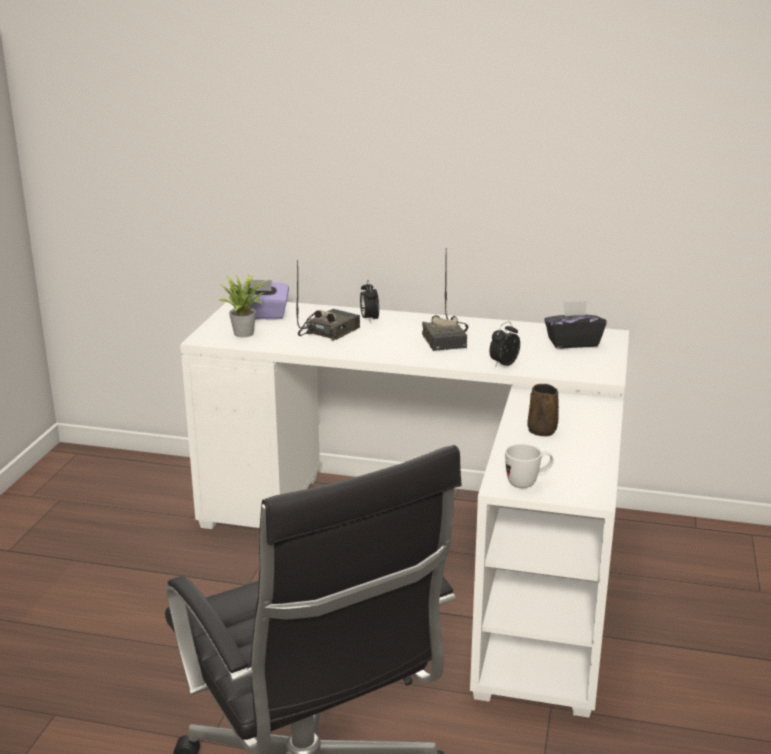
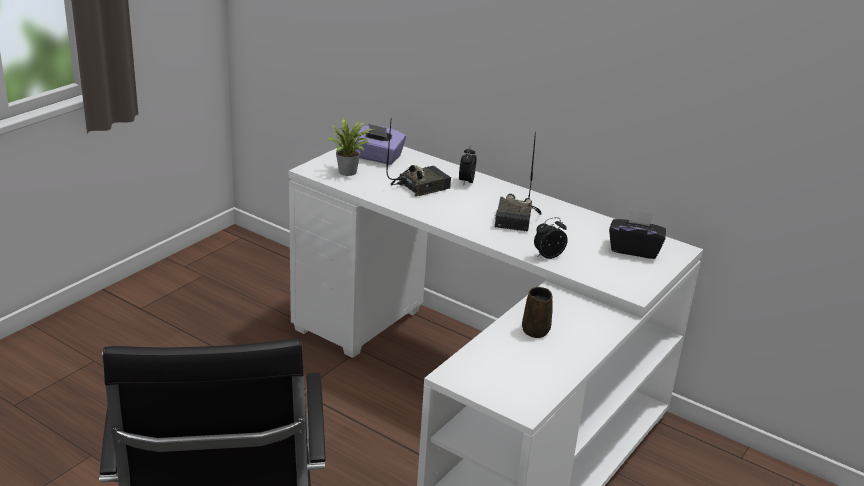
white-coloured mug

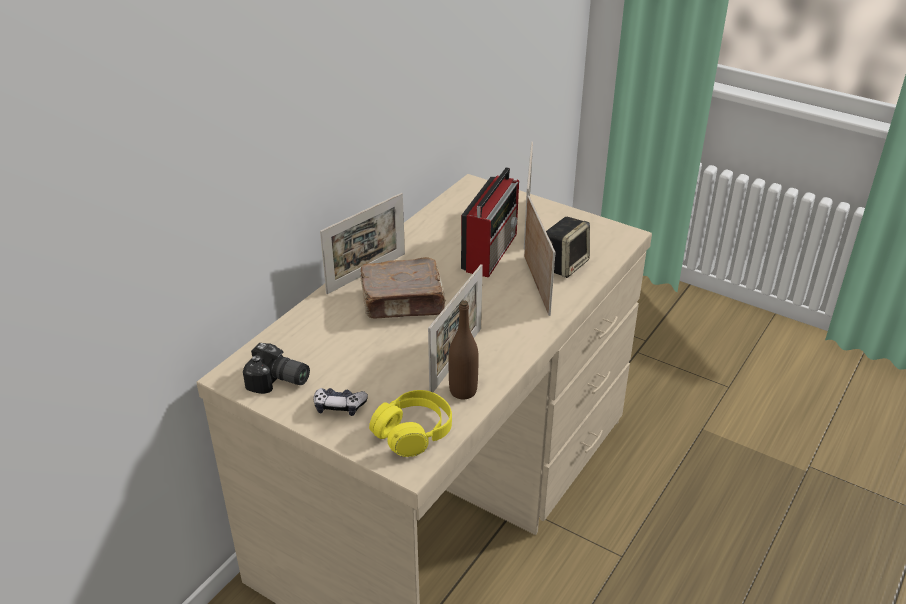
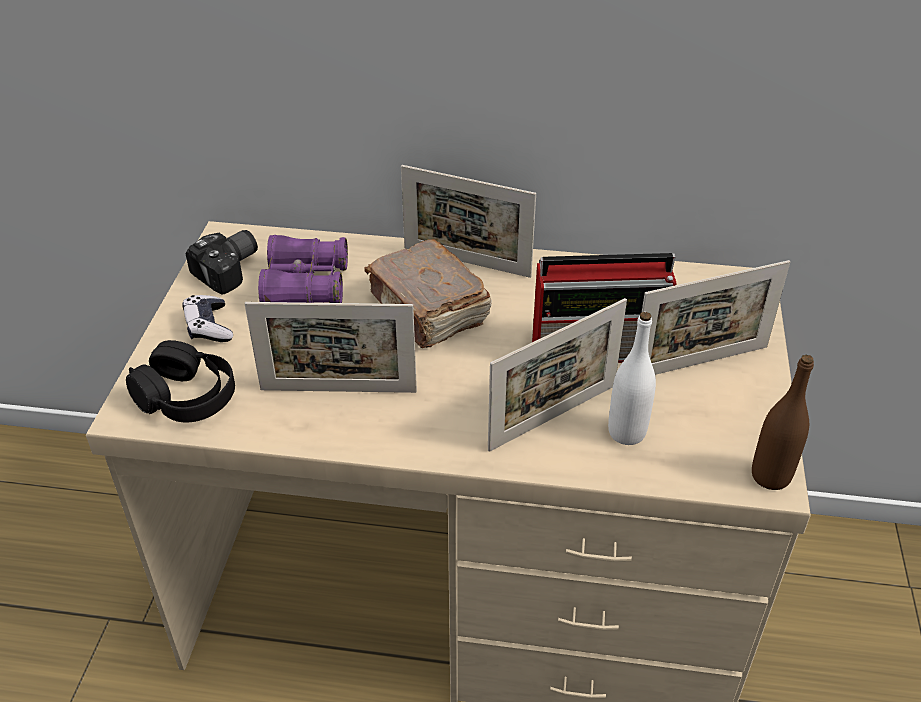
purple binoculars; brownish bottle; white-coloured bottle; blackish headset; photo camera

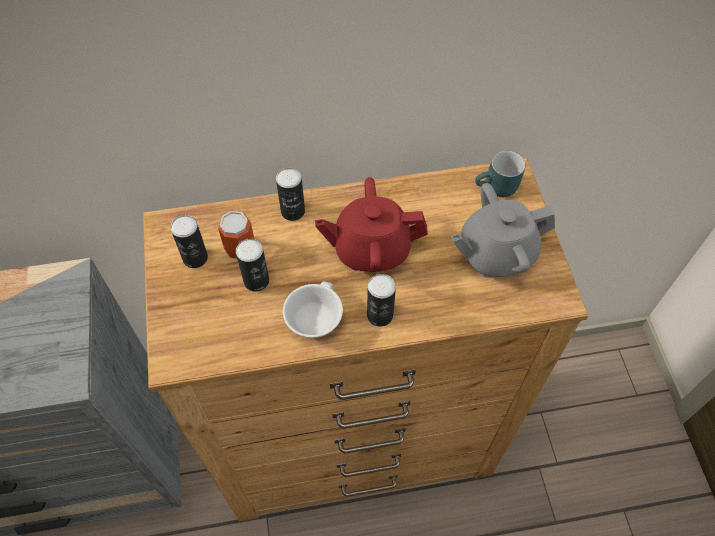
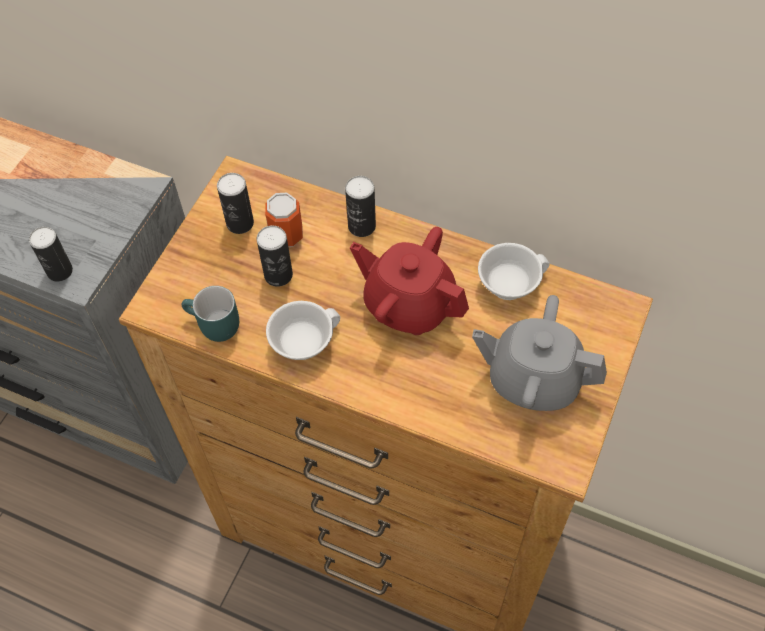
white-coloured cup (no. 2 from left); can (no. 1 from left); turquoise-coloured mug

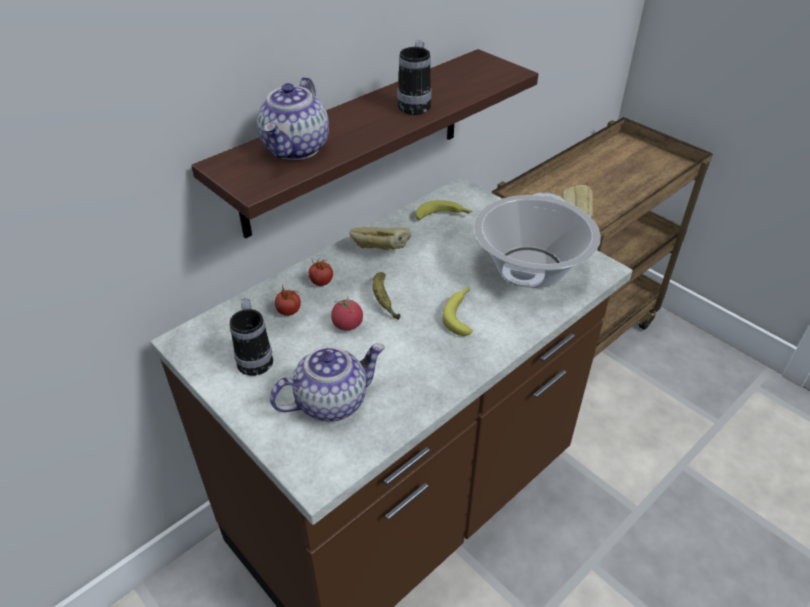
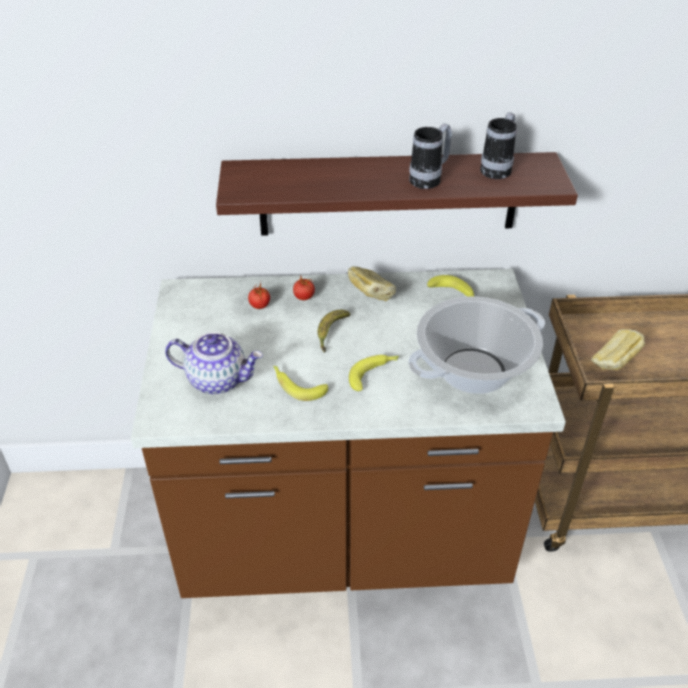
tea pot (no. 1 from left in the first image); fresh tomato (no. 3 from left in the first image); banana fruit (no. 1 from left); mug (no. 2 from left)

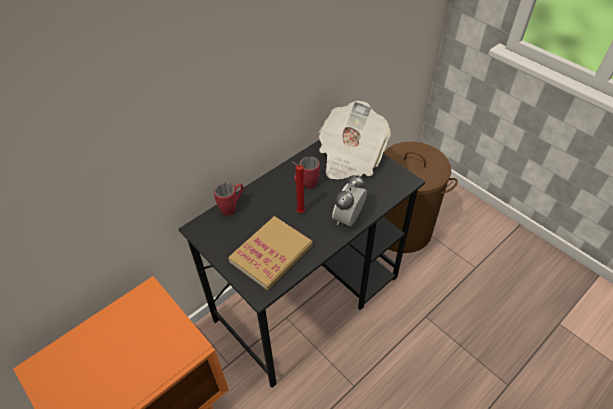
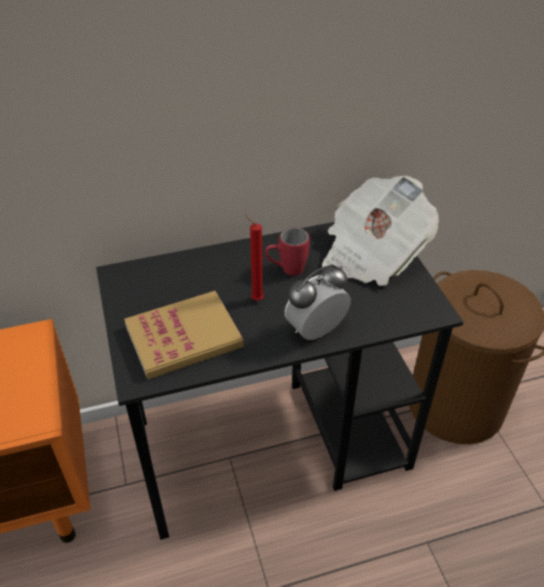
red mug (no. 1 from left in the first image)

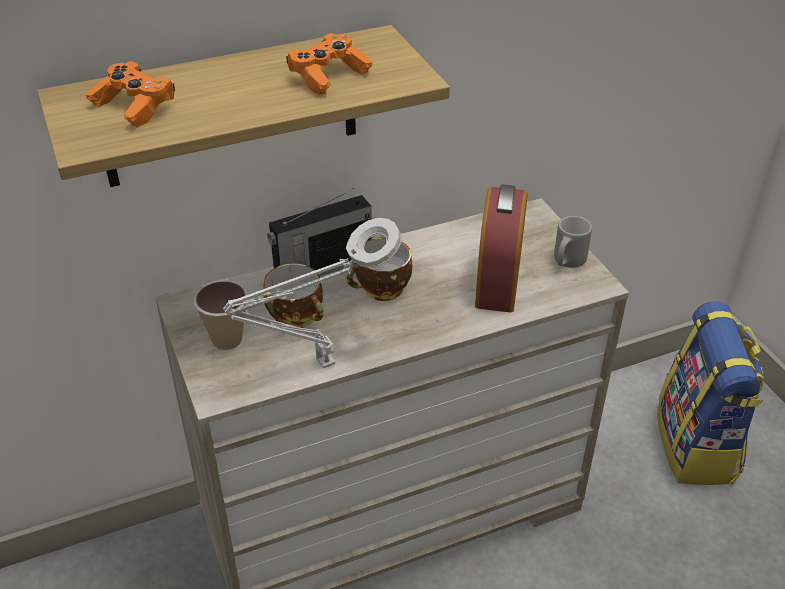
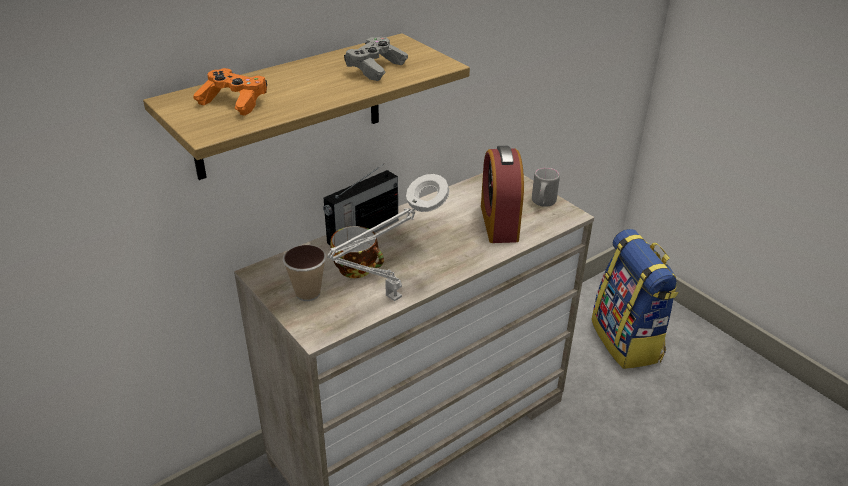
cup (no. 3 from left in the first image); greyish game controller

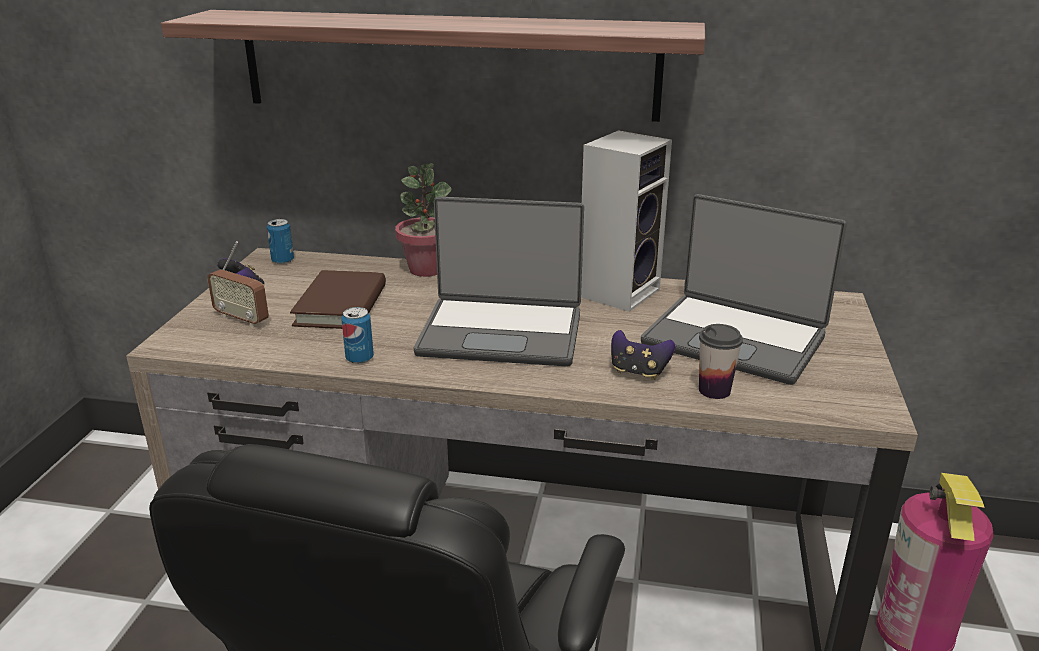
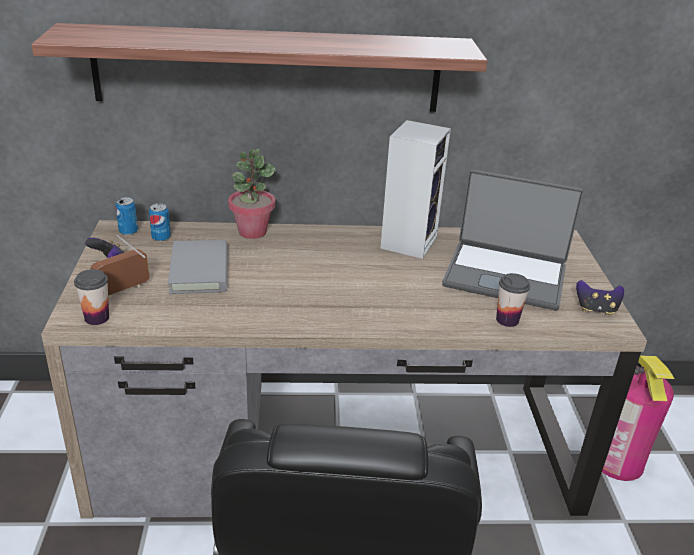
portable computer (no. 1 from left in the first image); cup (no. 1 from left); can (no. 2 from left); game controller (no. 2 from left); greyish book; radio receiver

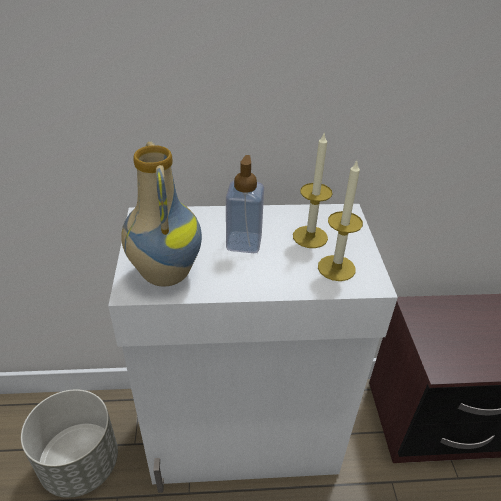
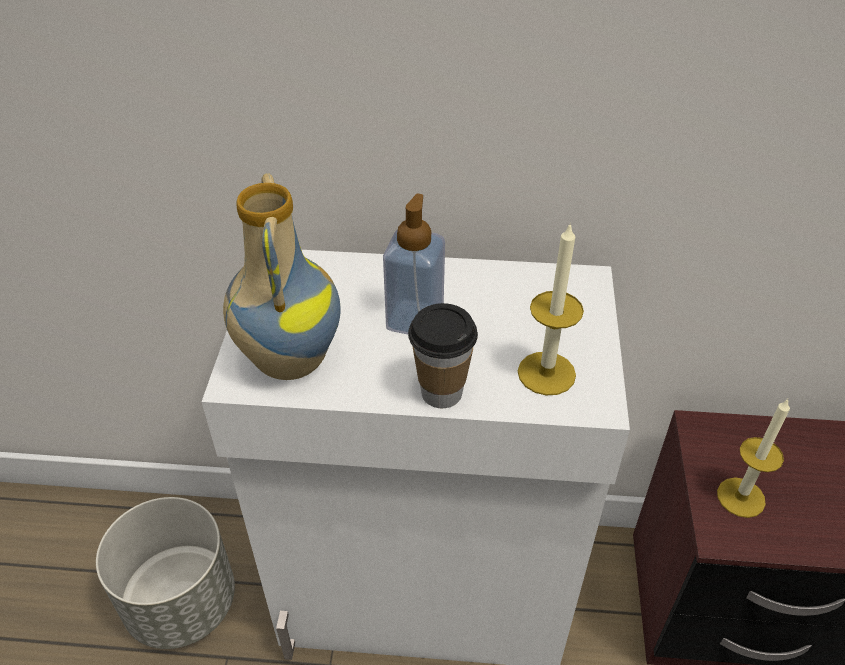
cup; candle (no. 2 from left)

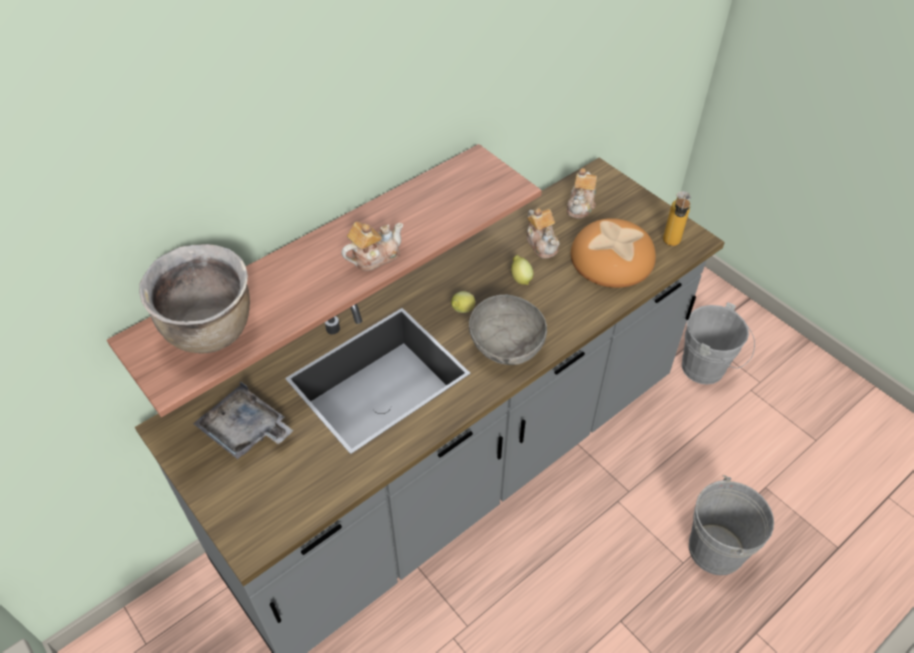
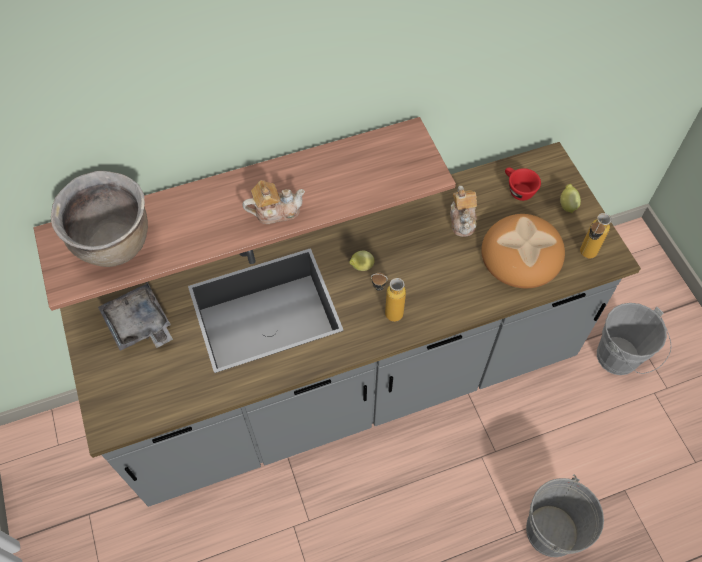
citrus fruit (no. 2 from left); bottle (no. 1 from left); red cup

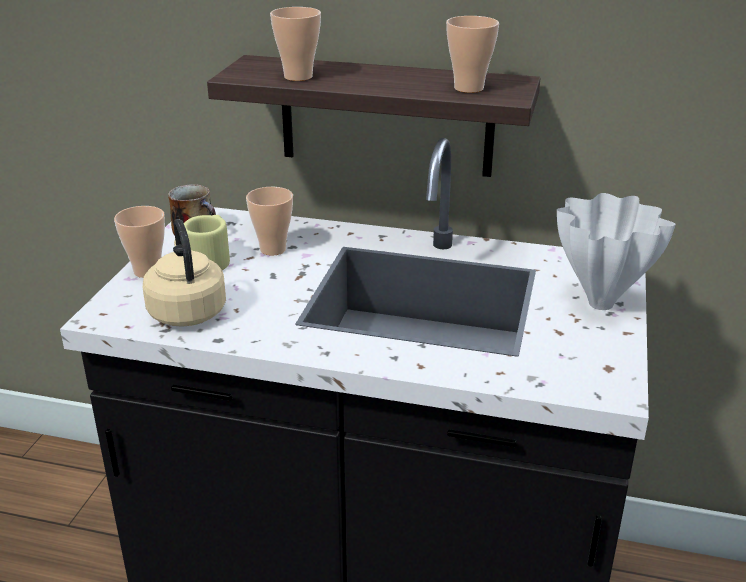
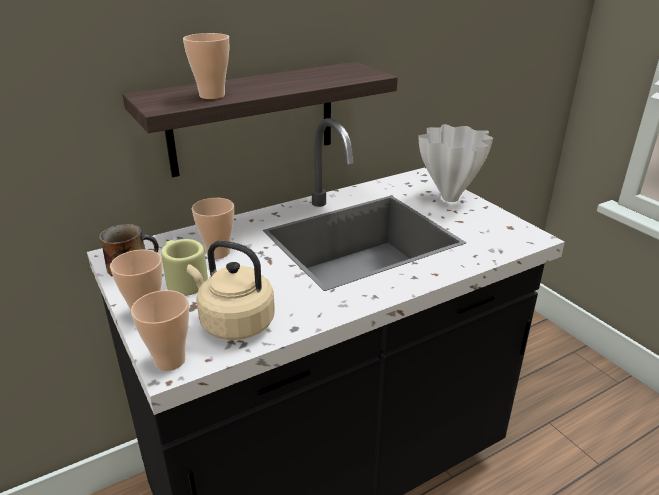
cup (no. 2 from left)

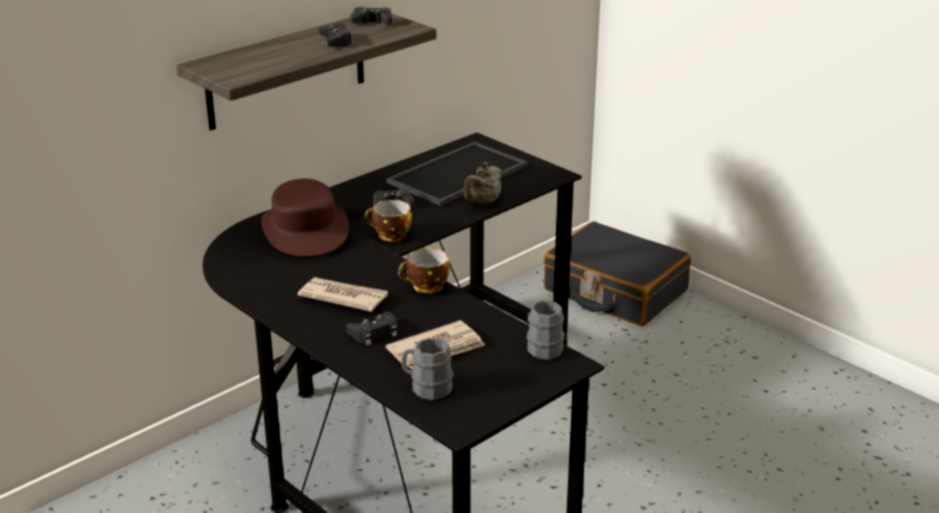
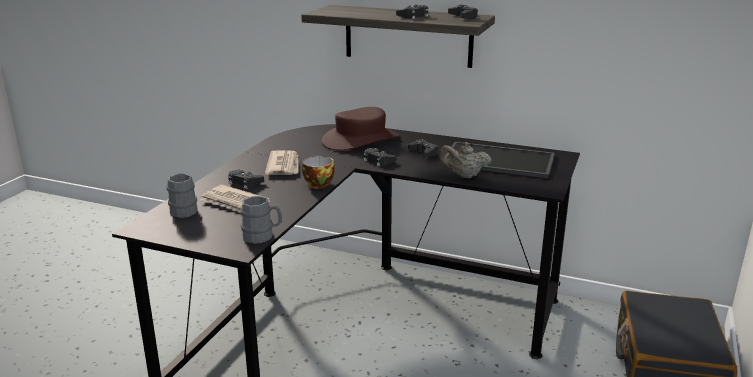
blackish game controller (no. 2 from left)

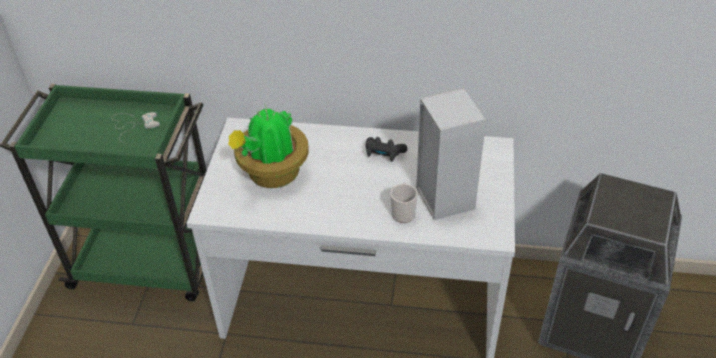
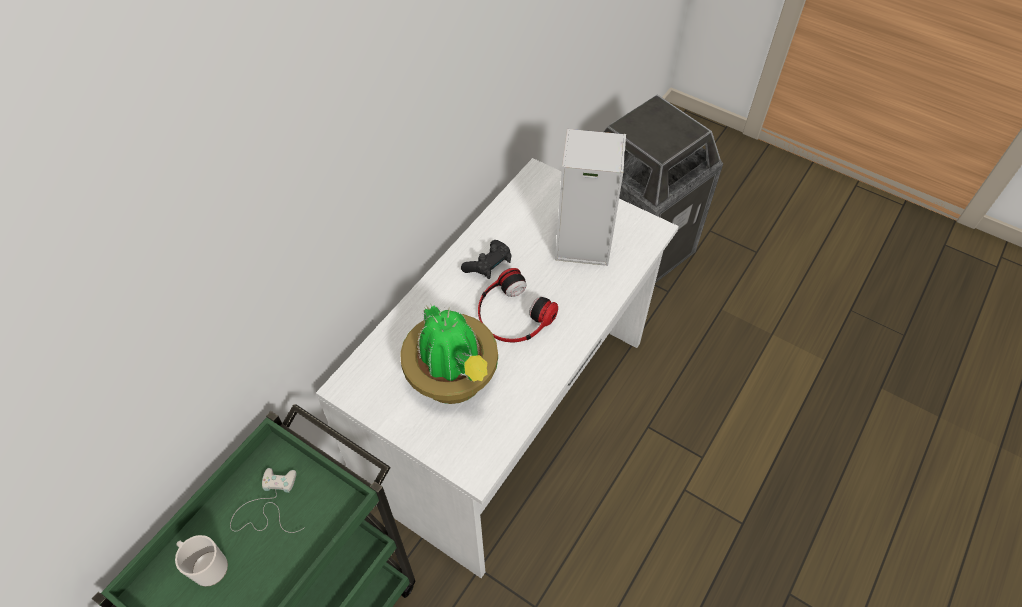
headset; mug

